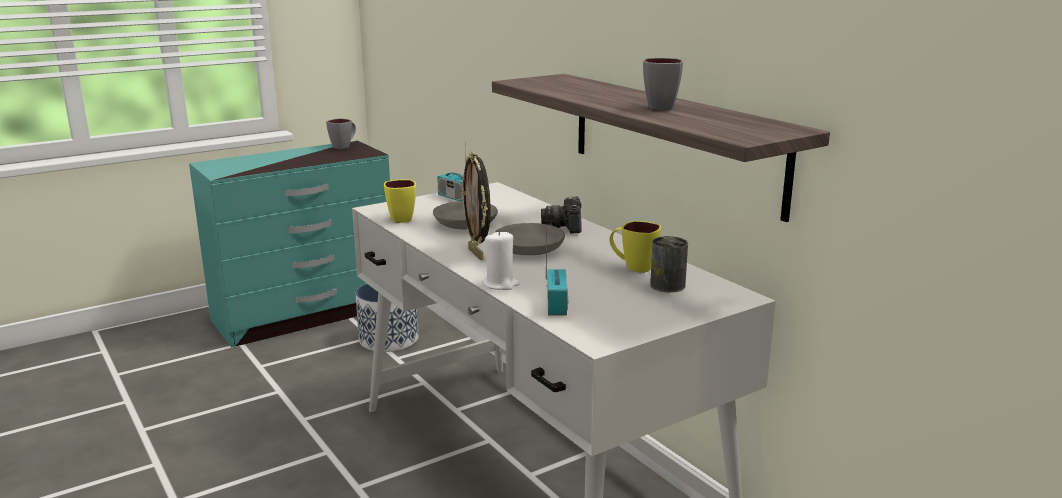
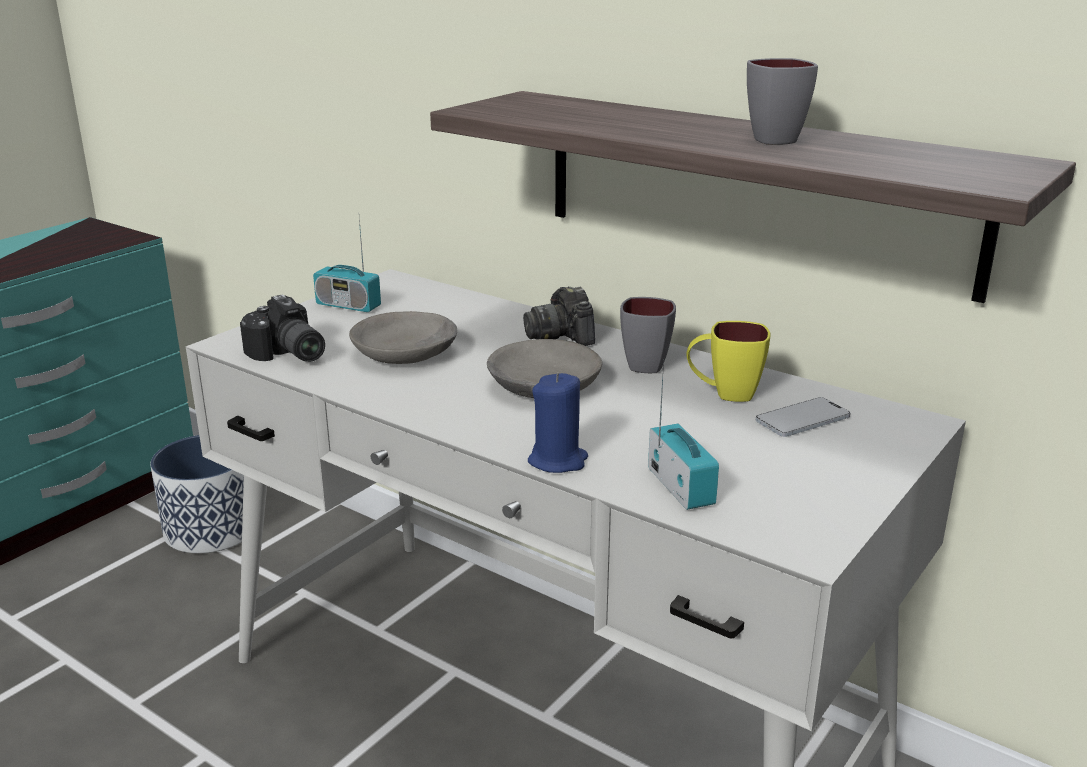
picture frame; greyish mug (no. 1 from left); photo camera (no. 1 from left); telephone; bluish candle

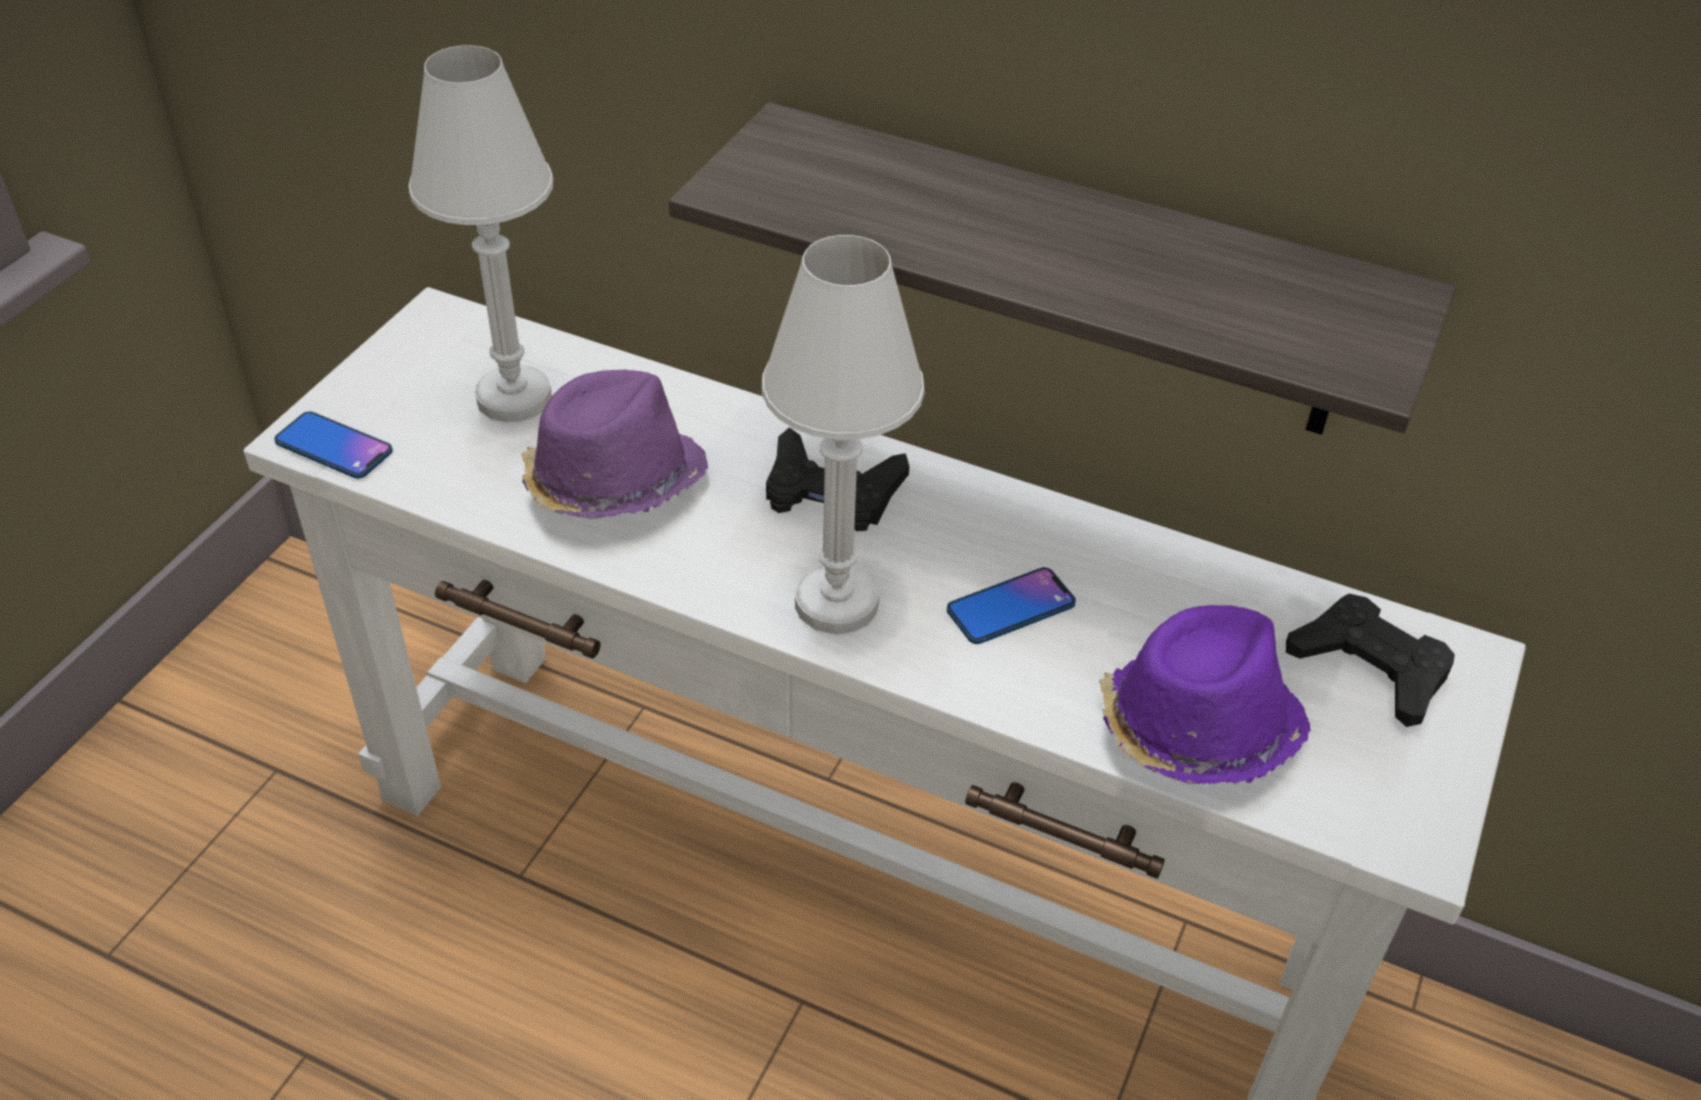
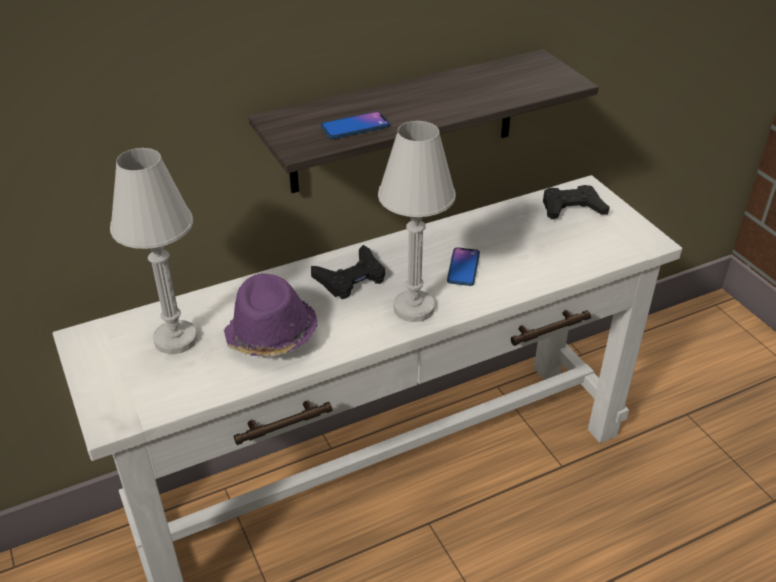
purple wearable hat (no. 2 from left in the first image); telephone (no. 1 from left)

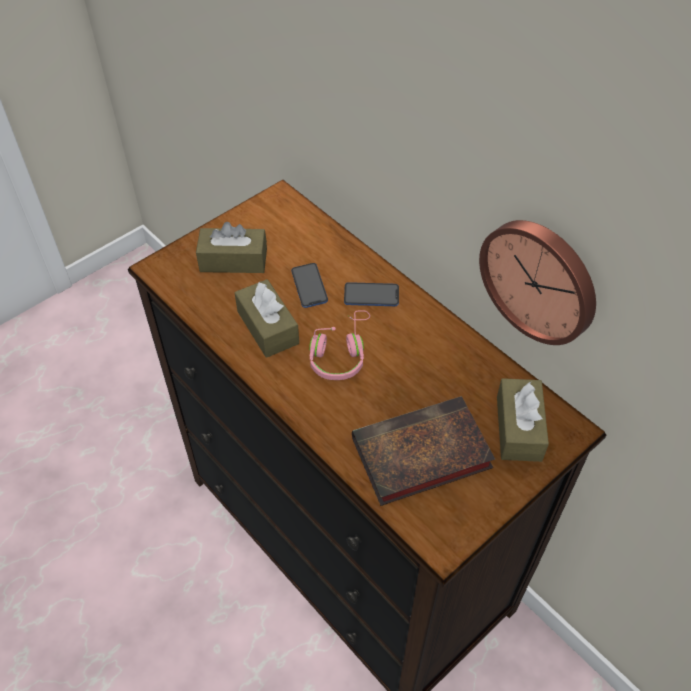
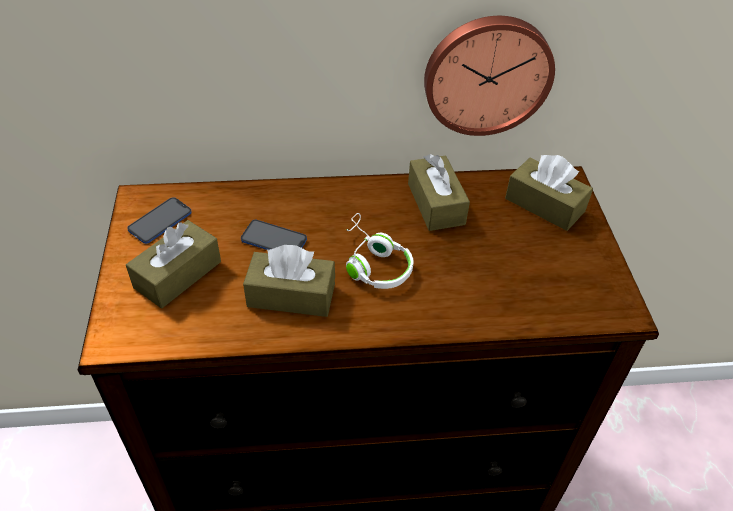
book; brownish tissue box (no. 3 from left); telephone (no. 1 from left); white-coloured headset

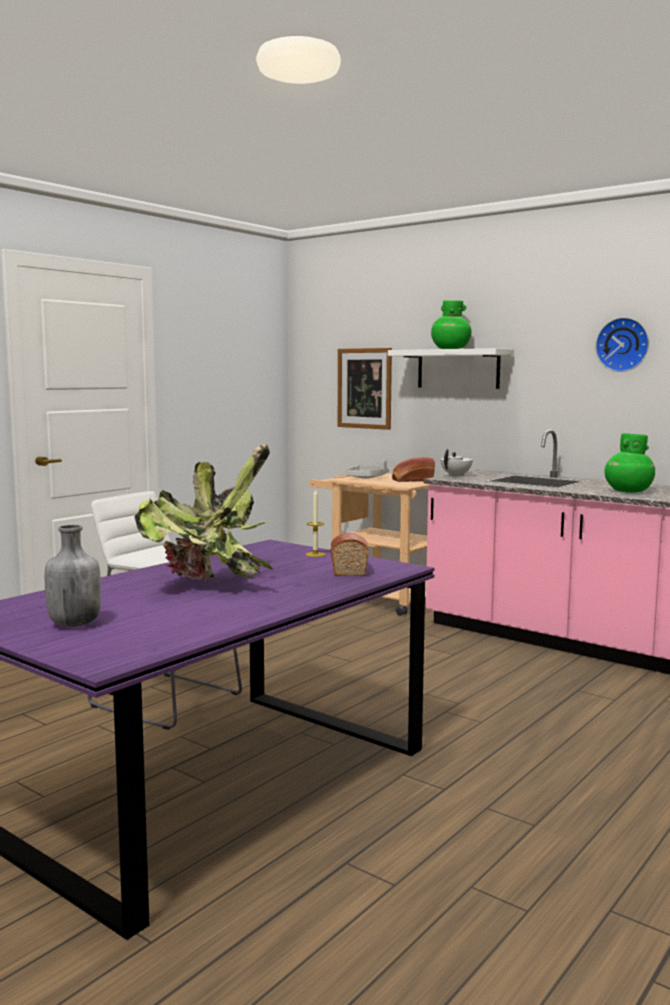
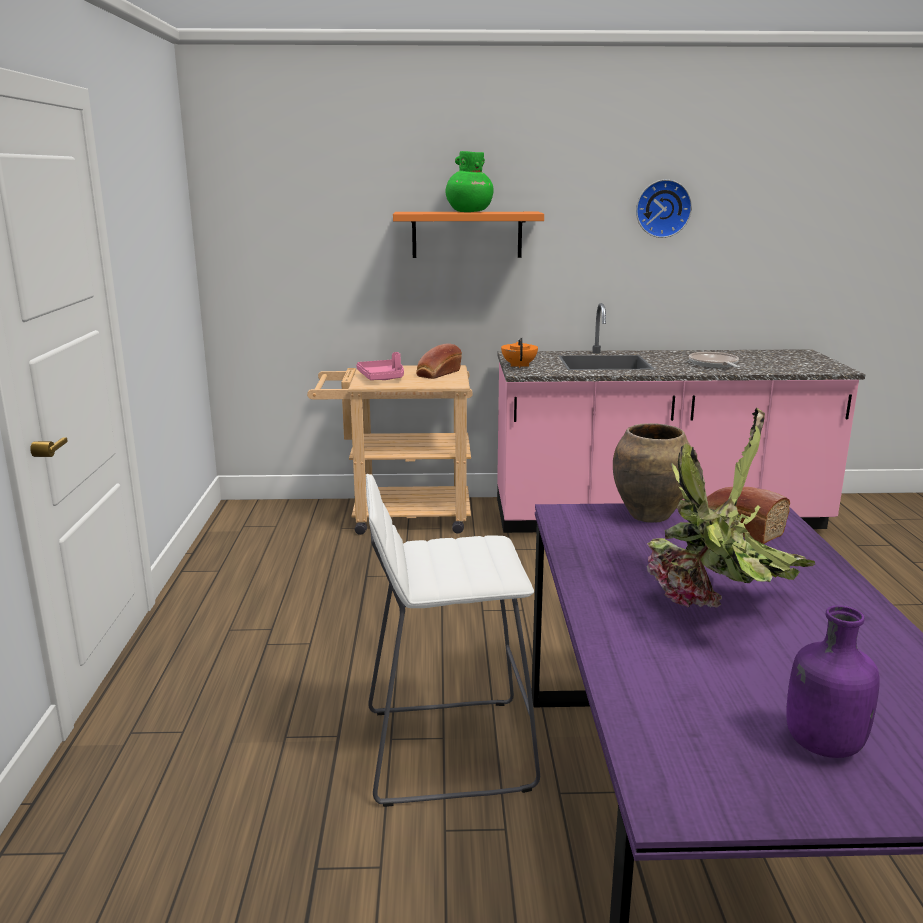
wall picture; brownish flower vase; pan; purple bottle; pink serving tray; orange-coloured shelf; orange-coloured tea pot

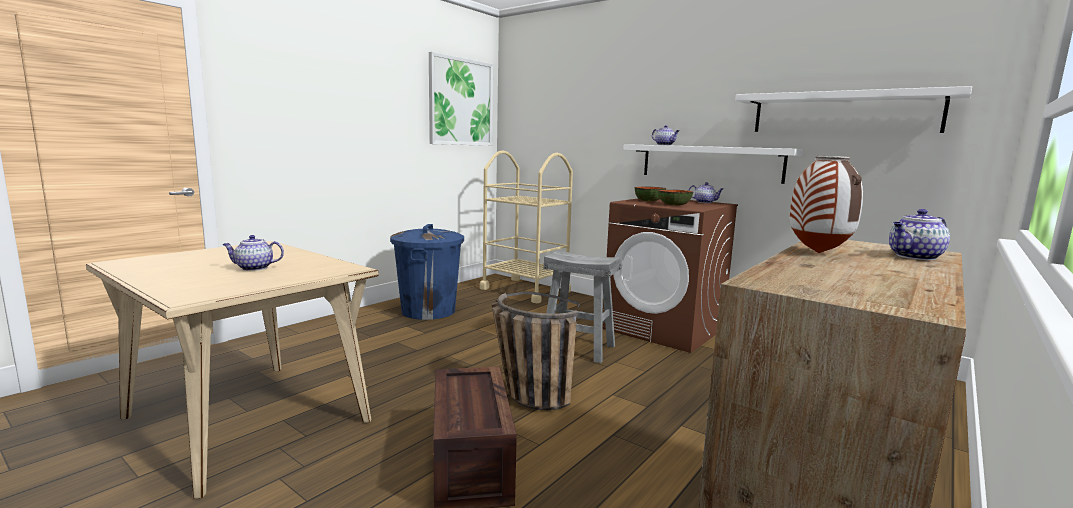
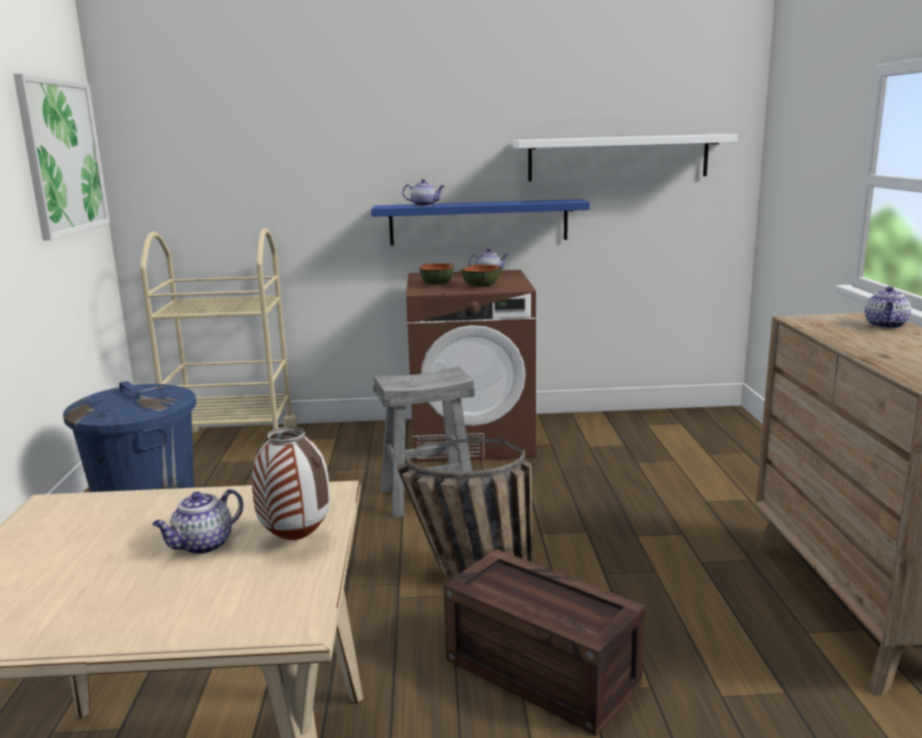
flower vase; bluish shelf

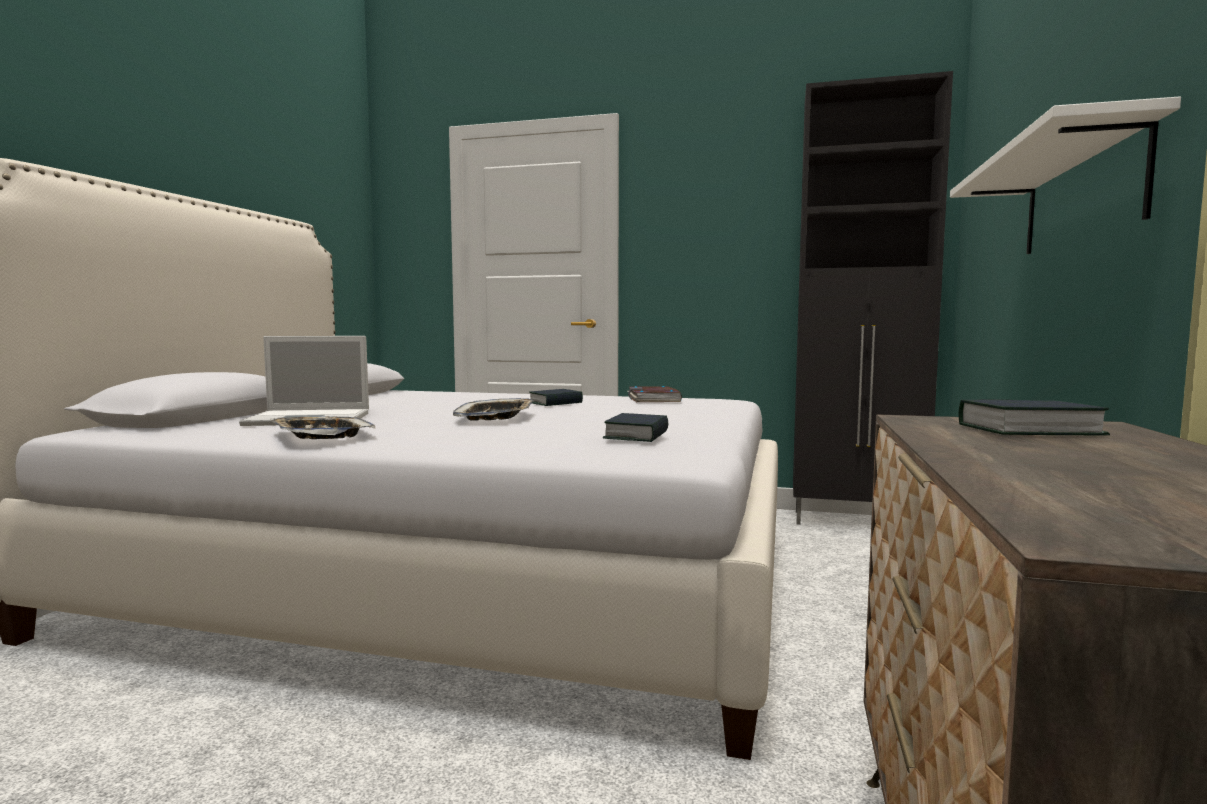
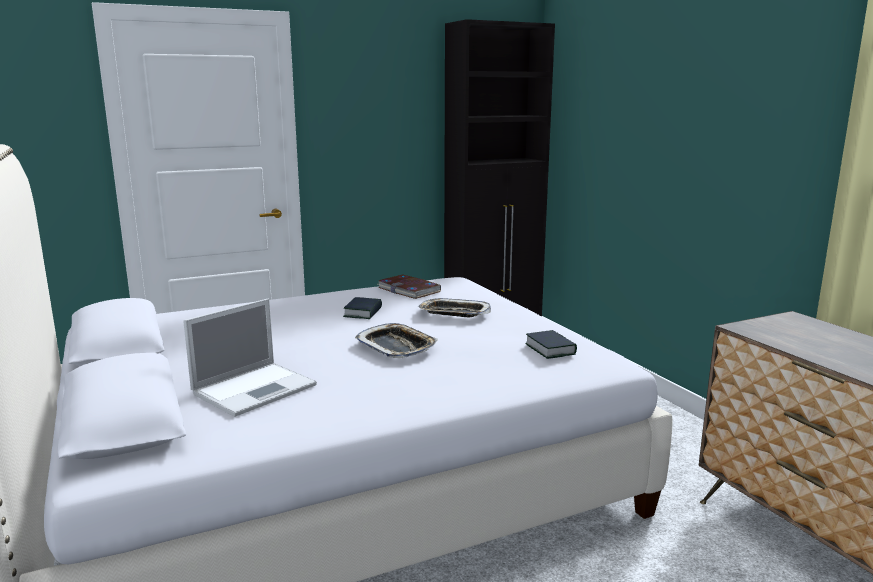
white-coloured shelf; book (no. 4 from left in the first image); serving tray (no. 2 from left)

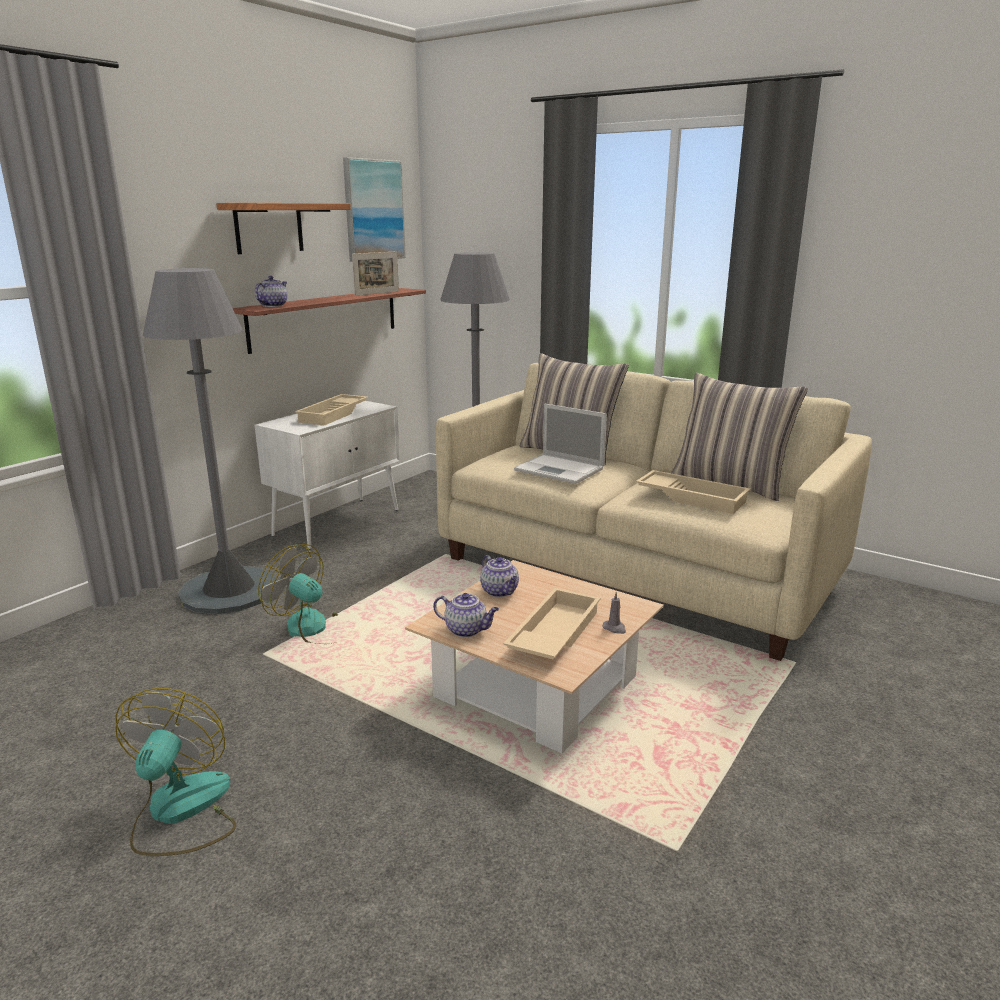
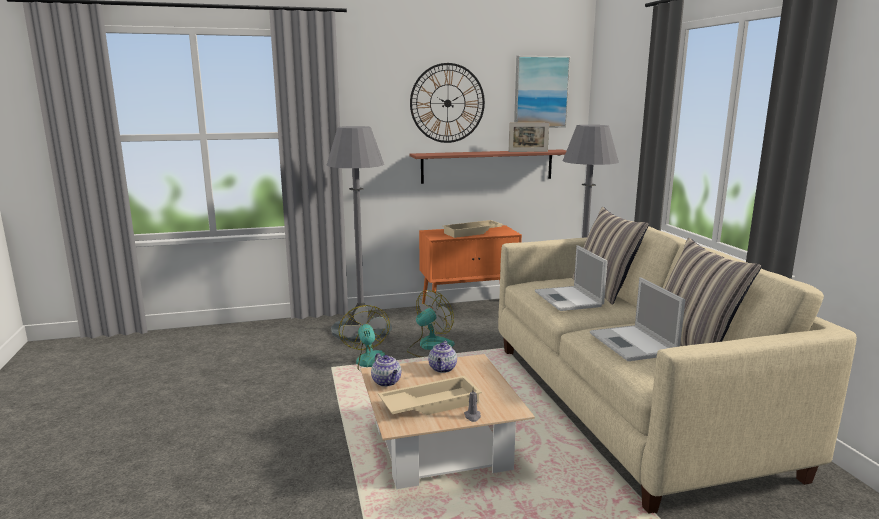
tea pot (no. 1 from left in the first image); cooling fan (no. 2 from left); clock on the wall; portable computer (no. 2 from left); orange-coloured storage cabinet

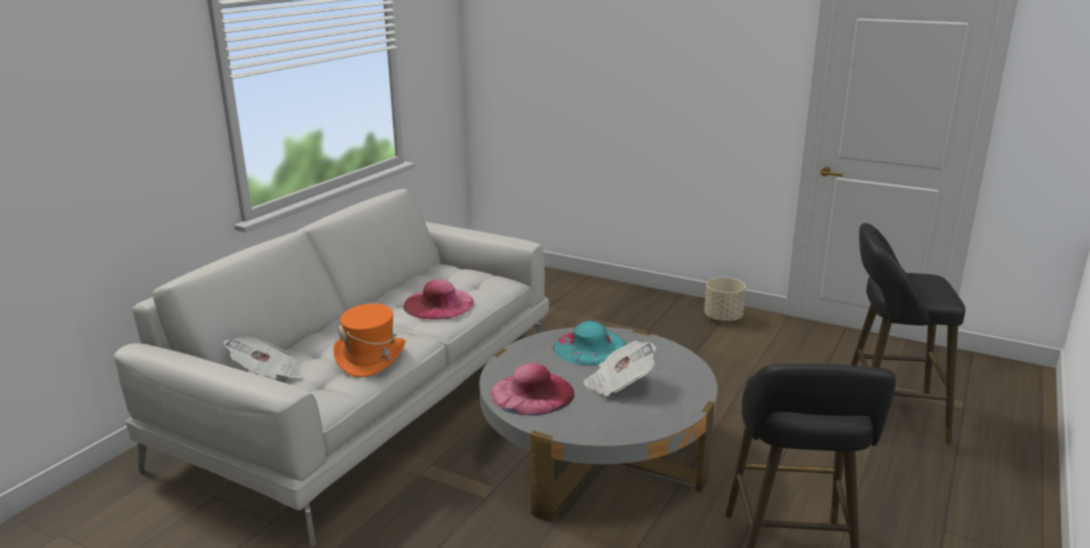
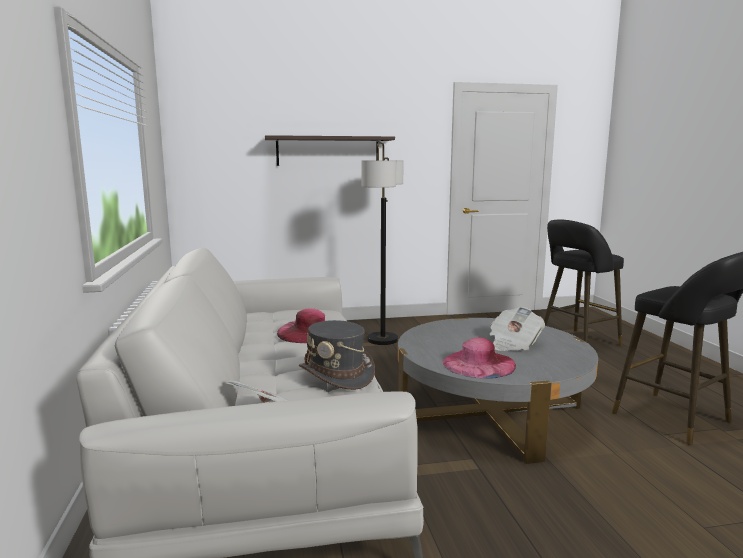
turquoise-coloured wearable hat; sand-coloured flower pot; shelf; standing lamp; greyish wearable hat

